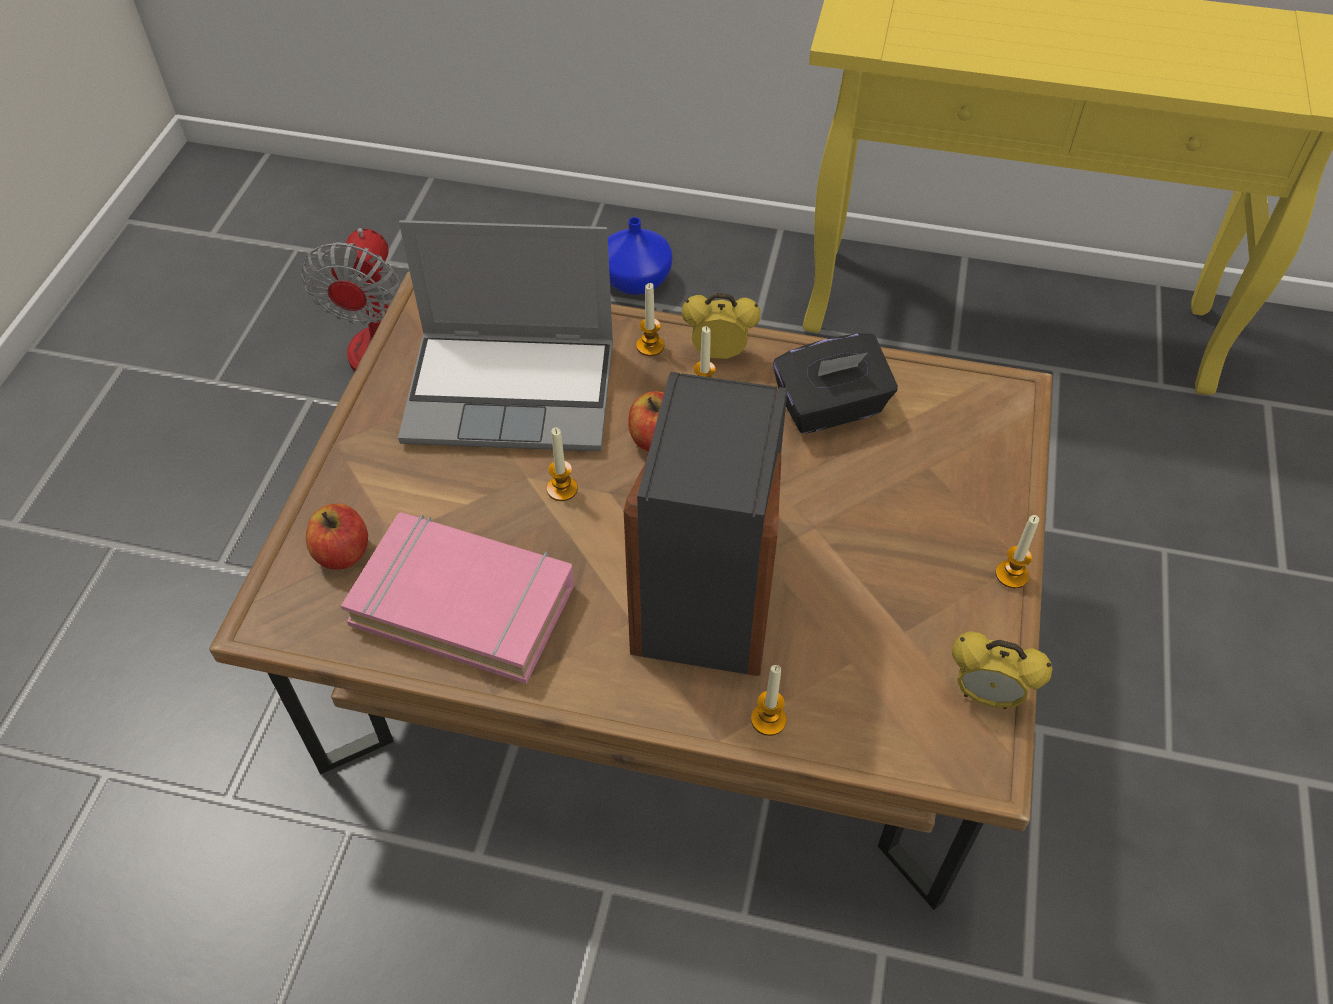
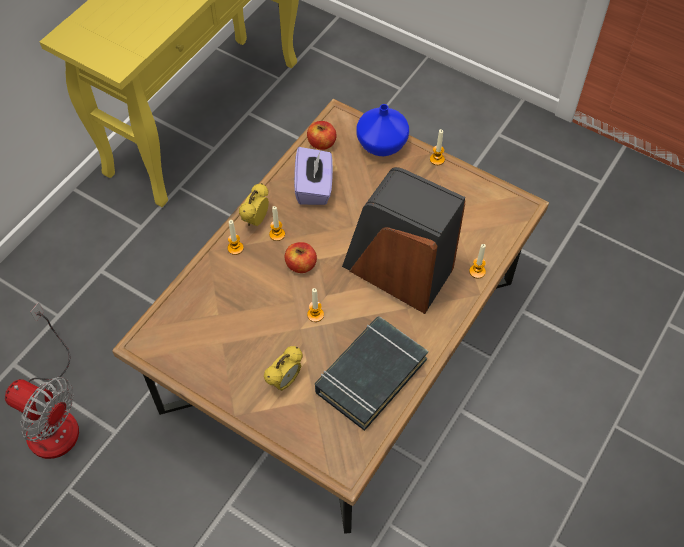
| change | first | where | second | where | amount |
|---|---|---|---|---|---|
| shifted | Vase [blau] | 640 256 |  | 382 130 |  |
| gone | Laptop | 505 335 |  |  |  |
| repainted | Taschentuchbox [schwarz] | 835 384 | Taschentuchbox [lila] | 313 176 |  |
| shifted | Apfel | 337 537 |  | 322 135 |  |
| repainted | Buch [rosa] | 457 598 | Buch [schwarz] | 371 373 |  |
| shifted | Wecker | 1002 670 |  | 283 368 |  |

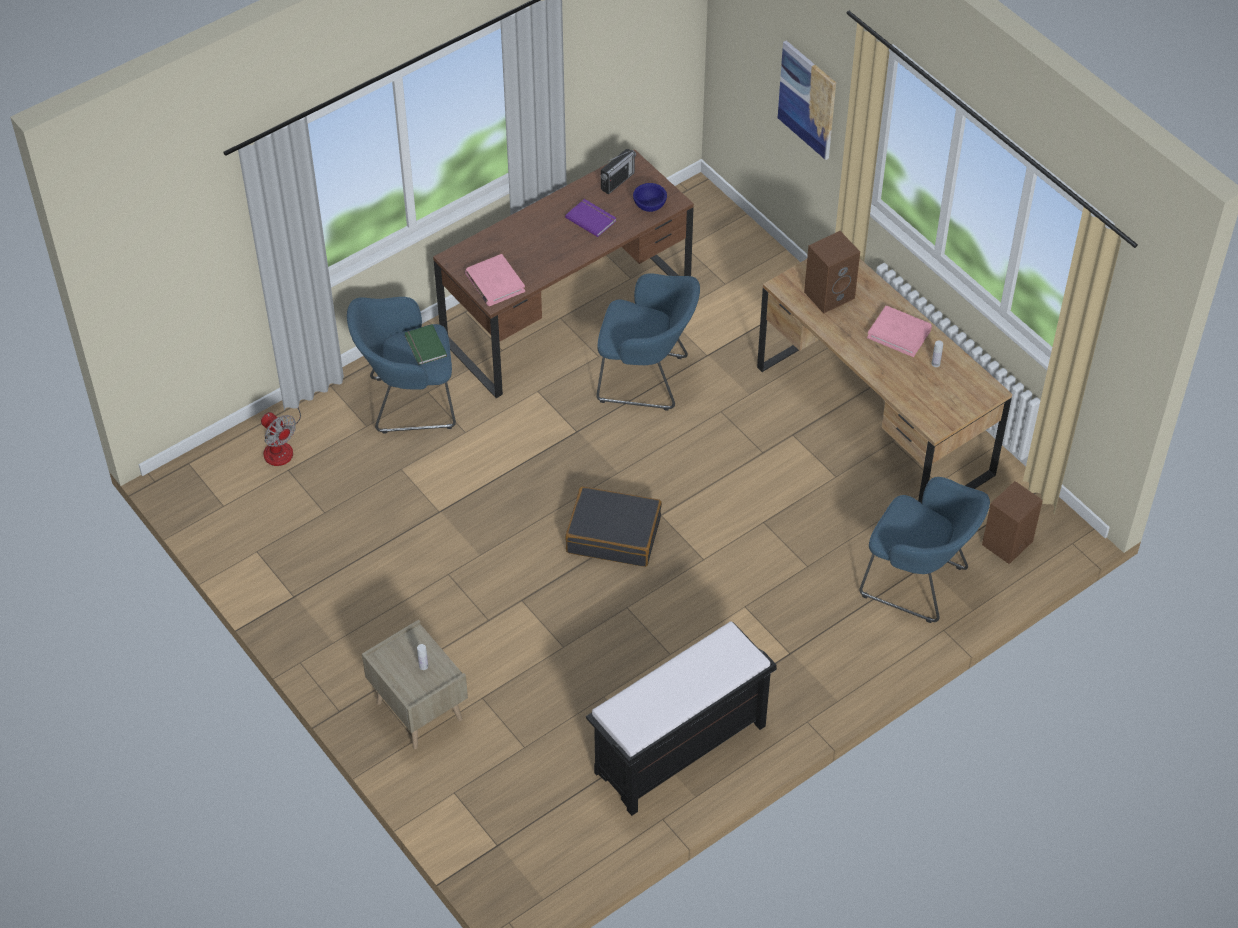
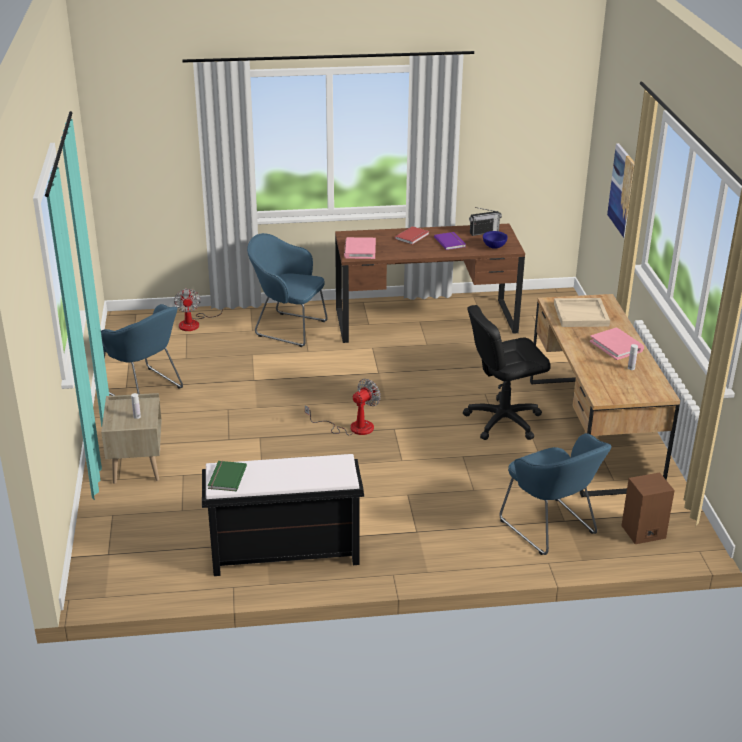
| change | first | where | second | where | amount |
|---|---|---|---|---|---|
| swapped | Lautsprecher [braun] | 832 272 | Tablett [beige] | 582 312 |  |
| shifted | Sessel [blau] | 648 342 |  | 142 350 |  |
| shifted | Buch [grün] | 426 345 |  | 227 476 |  |
| swapped | Koffer [schwarz] | 613 527 | Ventilator | 343 407 |  |
| new |  |  | Buch [rot] | 412 235 |  |
| new |  |  | Bürostuhl [schwarz] | 507 372 |  |

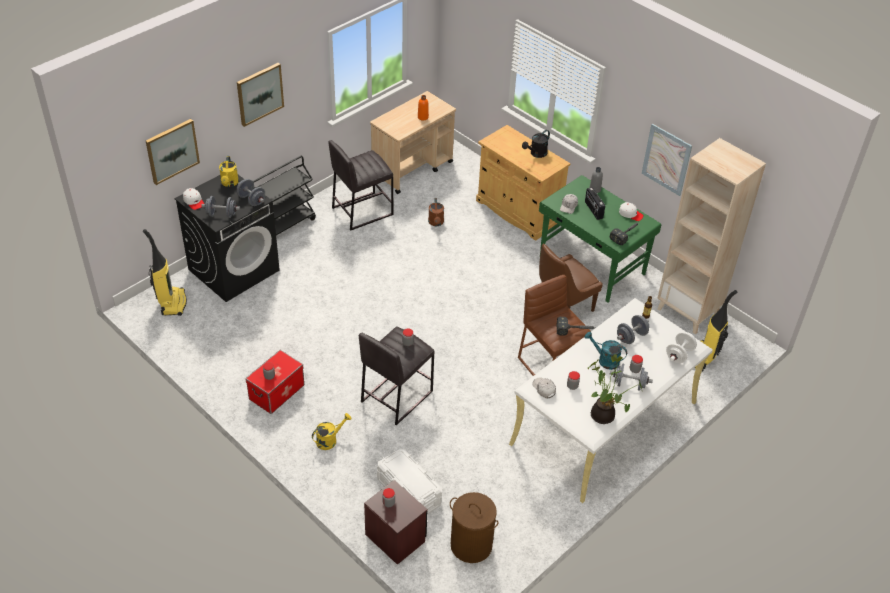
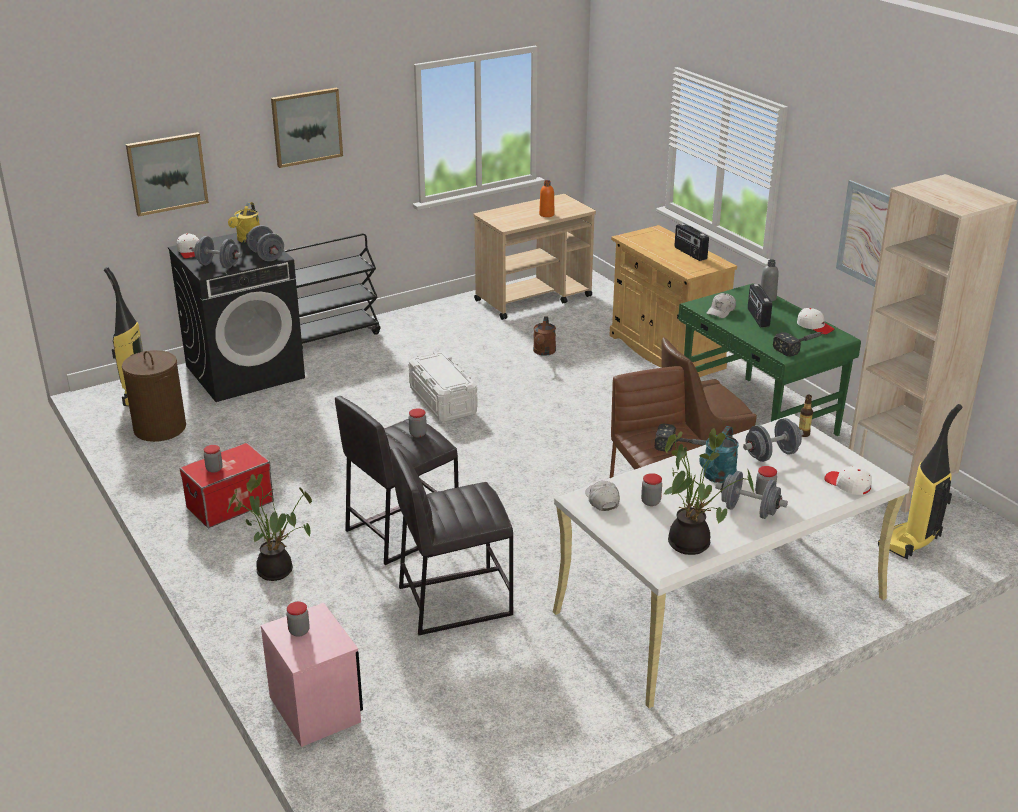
| change | first | where | second | where | amount |
|---|---|---|---|---|---|
| swapped | Gießkanne [schwarz] | 536 144 | Radio | 692 242 |  |
| shifted | Hocker [grau] | 361 185 |  | 452 541 |  |
| rotated | Gießkanne [türkis] | 606 351 |  | 719 454 | 105 degrees counterclockwise |
| swapped | Hantel [weiß] | 681 347 | Kappe [weiß] | 848 480 |  |
| swapped | Gießkanne [gelb] | 332 431 | Topfpflanze | 269 527 |  |
| shifted | Aufbewahrungsbox [weiß] | 409 481 |  | 443 387 |  |
| repainted | Nachttisch [braun] | 396 522 | Nachttisch [rosa] | 312 675 |  |
| shifted | Wäschekorb [braun] | 474 527 |  | 154 396 |  |

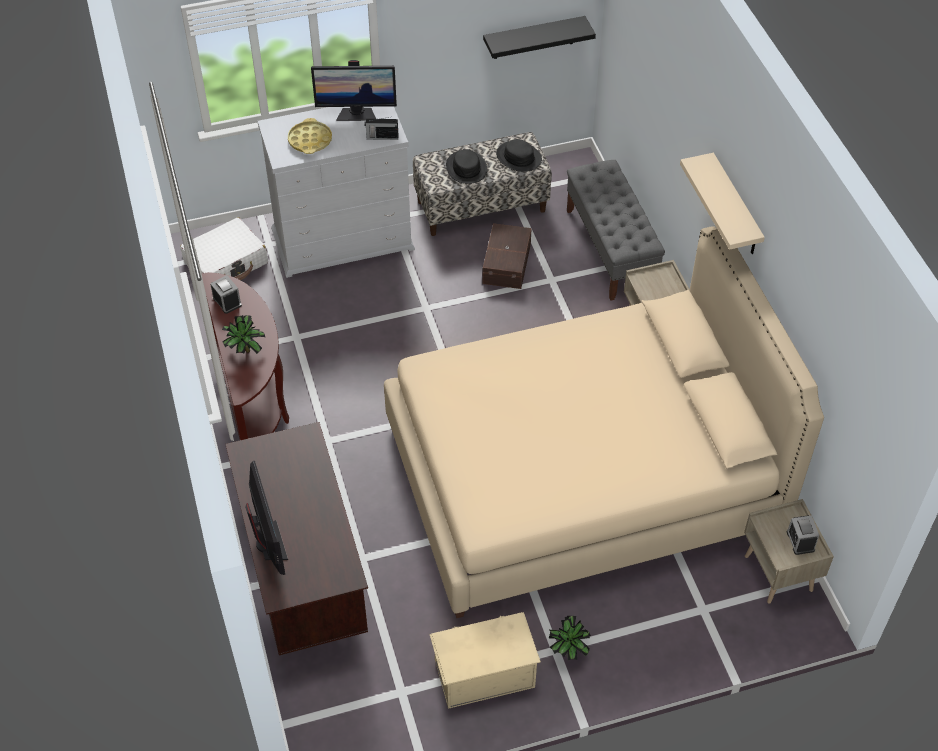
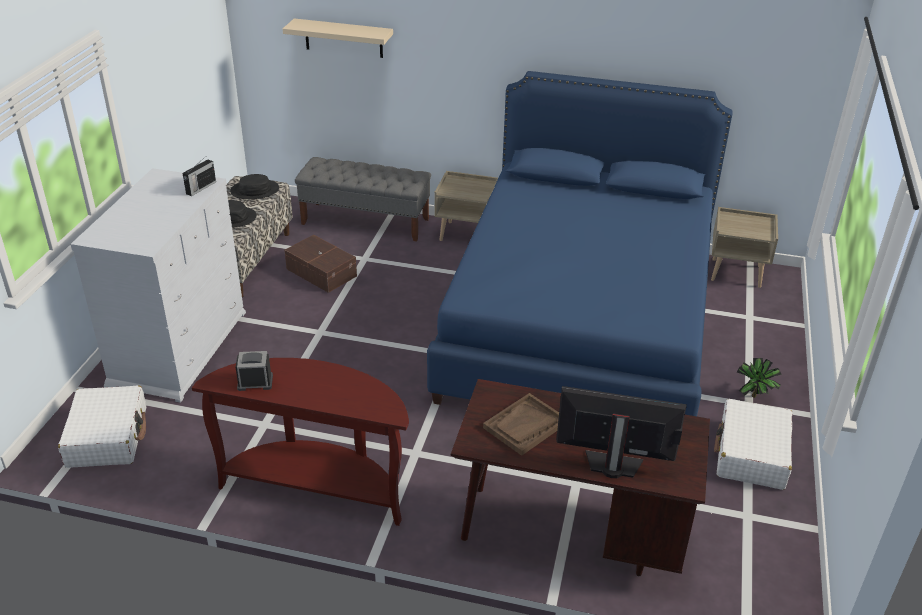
| change | first | where | second | where | amount |
|---|---|---|---|---|---|
| gone | Wandregal [schwarz] | 539 37 |  |  |  |
| gone | Monitor | 354 90 |  |  |  |
| gone | Tablett [gelb] | 310 136 |  |  |  |
| shifted | Wandregal [beige] | 722 203 |  | 338 38 |  |
| repainted | Bett [beige] | 604 422 | Bett [blau] | 580 243 |  |
| gone | Topfpflanze | 243 334 |  |  |  |
| gone | Wecker | 803 535 |  |  |  |
| swapped | Aufbewahrungsbox [beige] | 485 660 | Koffer [weiß] | 753 444 |  |
| new |  |  | Tablett [braun] | 521 424 |  |

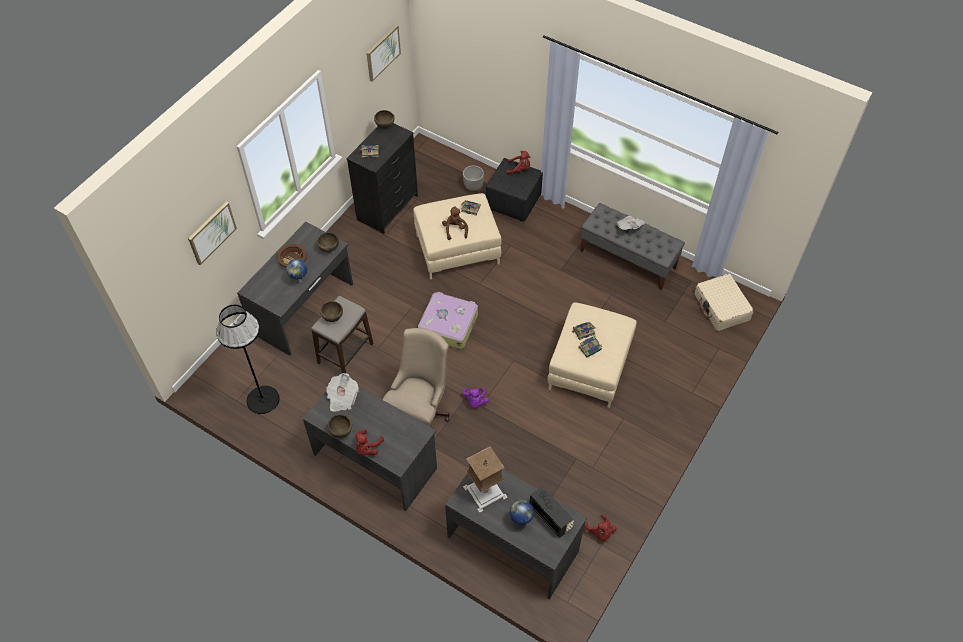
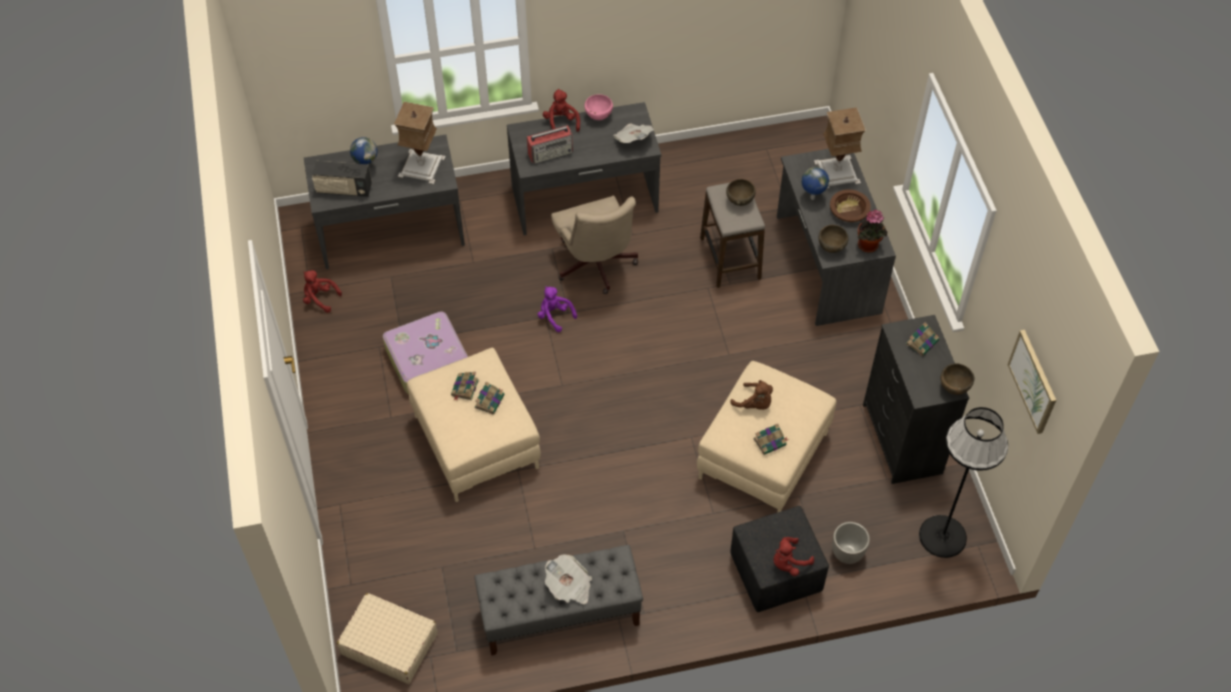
| change | first | where | second | where | amount |
|---|---|---|---|---|---|
| gone | Bild | 212 233 |  |  |  |
| shifted | Koffer | 448 320 |  | 425 352 |  |
| shifted | Stehlampe [schwarz] | 247 359 |  | 963 482 |  |
| repainted | Schüssel [braun] | 340 426 | Schüssel [rosa] | 598 107 |  |
| new |  |  | Tischlampe | 840 148 |  |
| new |  |  | Radio | 550 144 |  |
| new |  |  | Topfpflanze | 872 231 |  |

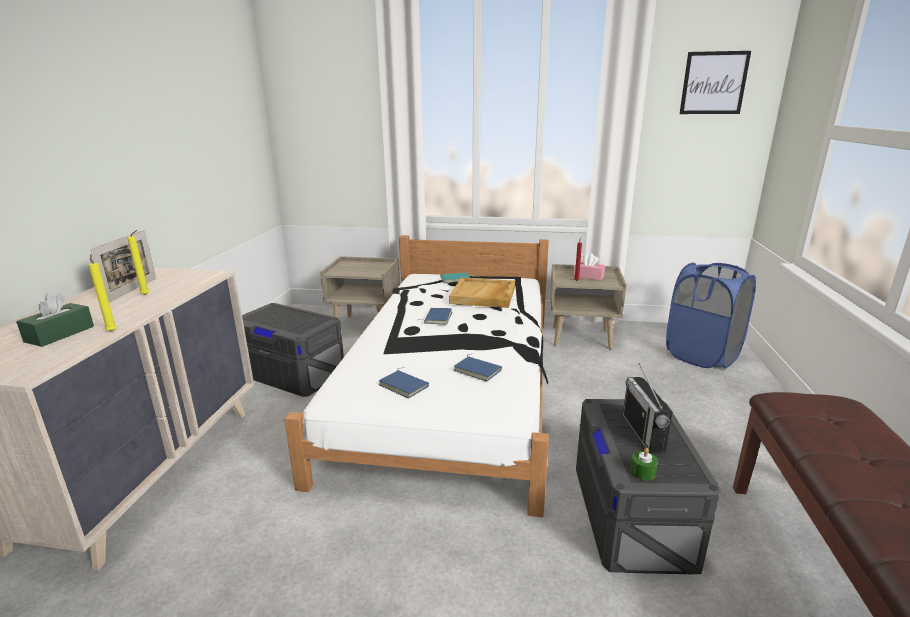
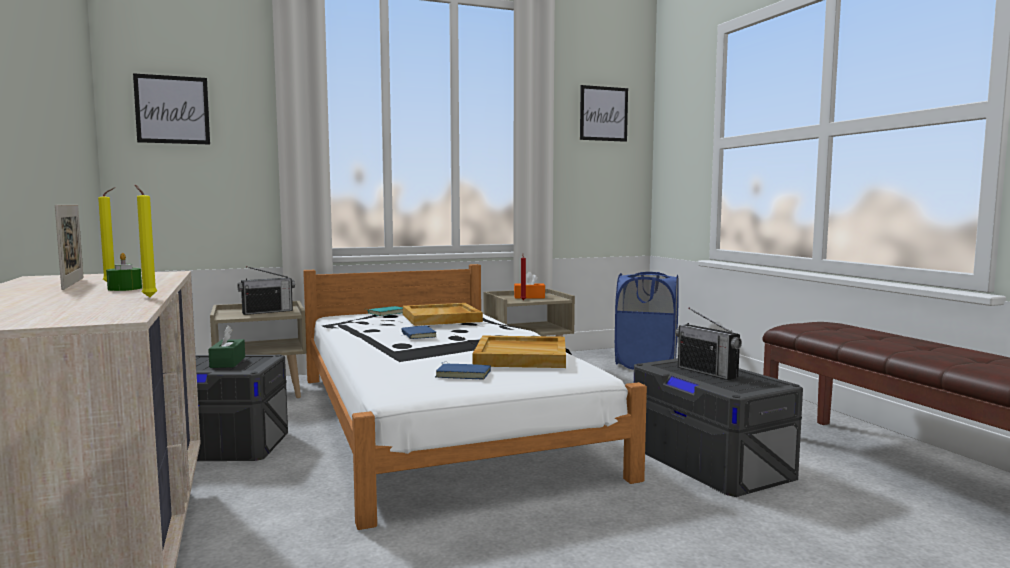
| change | first | where | second | where | amount |
|---|---|---|---|---|---|
| repainted | Taschentuchbox [rosa] | 589 267 | Taschentuchbox [orange] | 529 285 |  |
| shifted | Taschentuchbox [grün] | 55 320 |  | 226 347 |  |
| swapped | Buch [blau] | 478 368 | Tablett [beige] | 519 352 |  |
| shifted | Kerze [grün] | 644 464 |  | 124 272 |  |
| new |  |  | Bild | 171 109 |  |
| new |  |  | Radio | 266 290 |  |

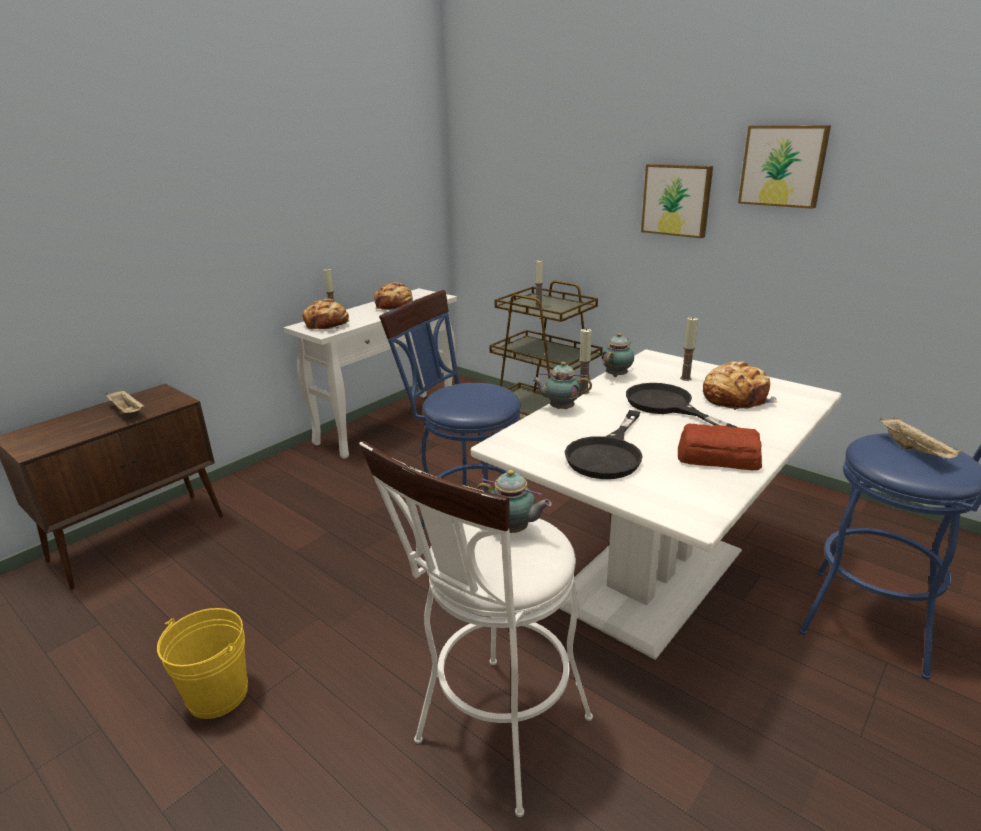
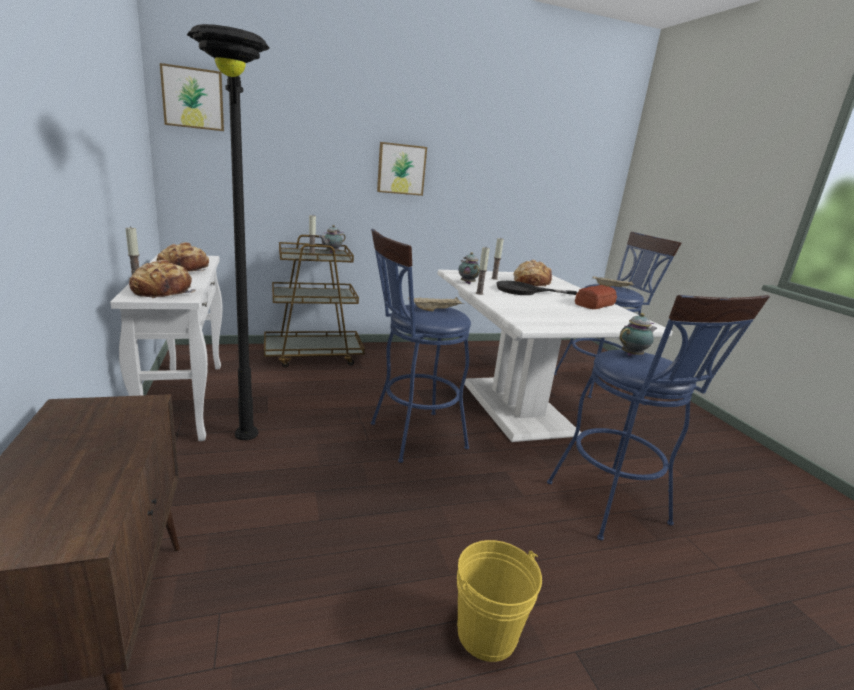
| change | first | where | second | where | amount |
|---|---|---|---|---|---|
| shifted | Bild | 784 167 |  | 192 97 |  |
| shifted | Teekanne | 562 385 |  | 332 239 |  |
| shifted | Tablett [beige] | 125 401 |  | 436 304 |  |
| gone | Pfanne [schwarz] | 604 444 |  |  |  |
| repainted | Hocker [weiß] | 476 629 | Hocker [blau] | 658 417 |  |
| new |  |  | Stehlampe [schwarz] | 228 232 |  |

